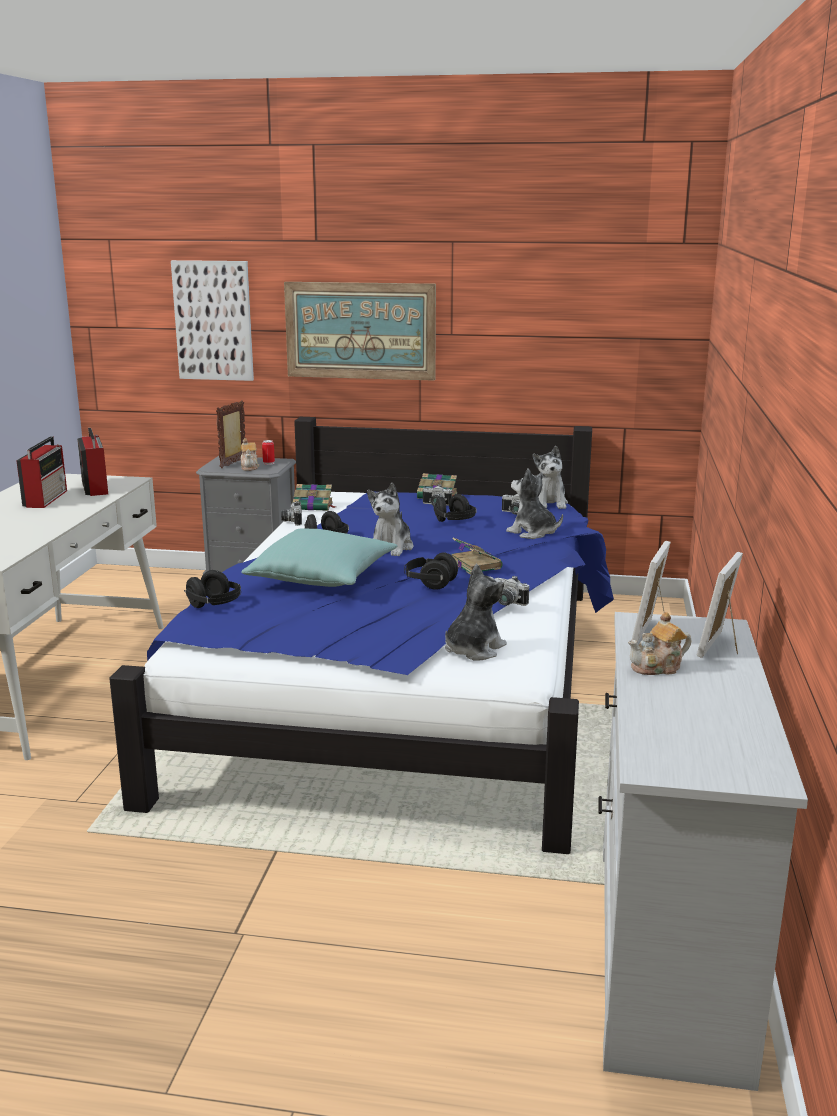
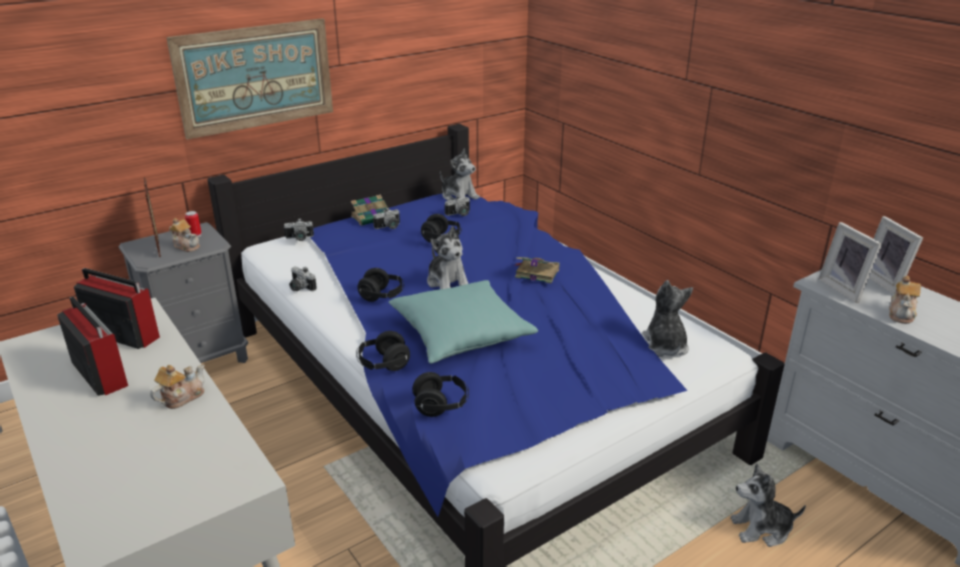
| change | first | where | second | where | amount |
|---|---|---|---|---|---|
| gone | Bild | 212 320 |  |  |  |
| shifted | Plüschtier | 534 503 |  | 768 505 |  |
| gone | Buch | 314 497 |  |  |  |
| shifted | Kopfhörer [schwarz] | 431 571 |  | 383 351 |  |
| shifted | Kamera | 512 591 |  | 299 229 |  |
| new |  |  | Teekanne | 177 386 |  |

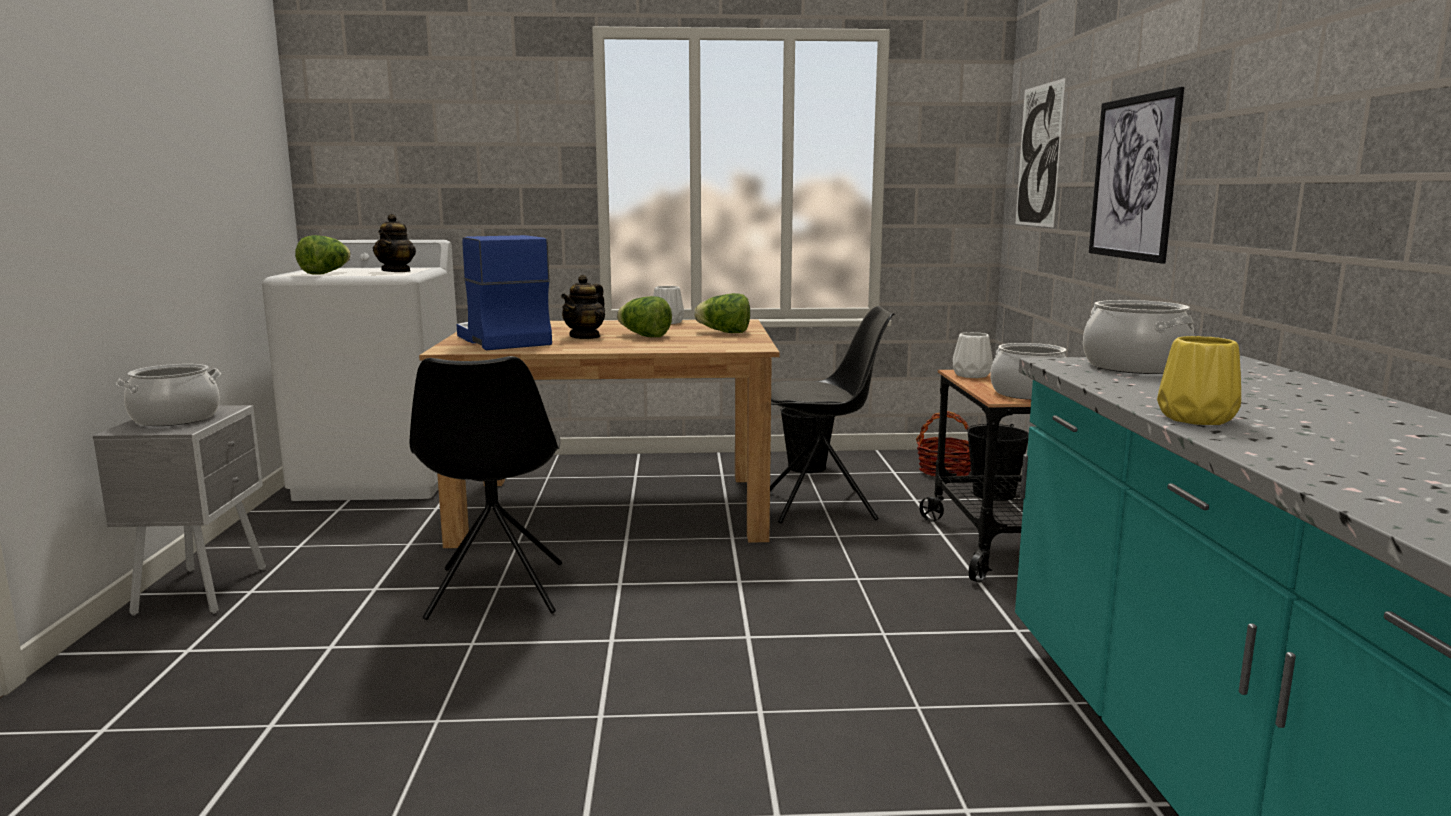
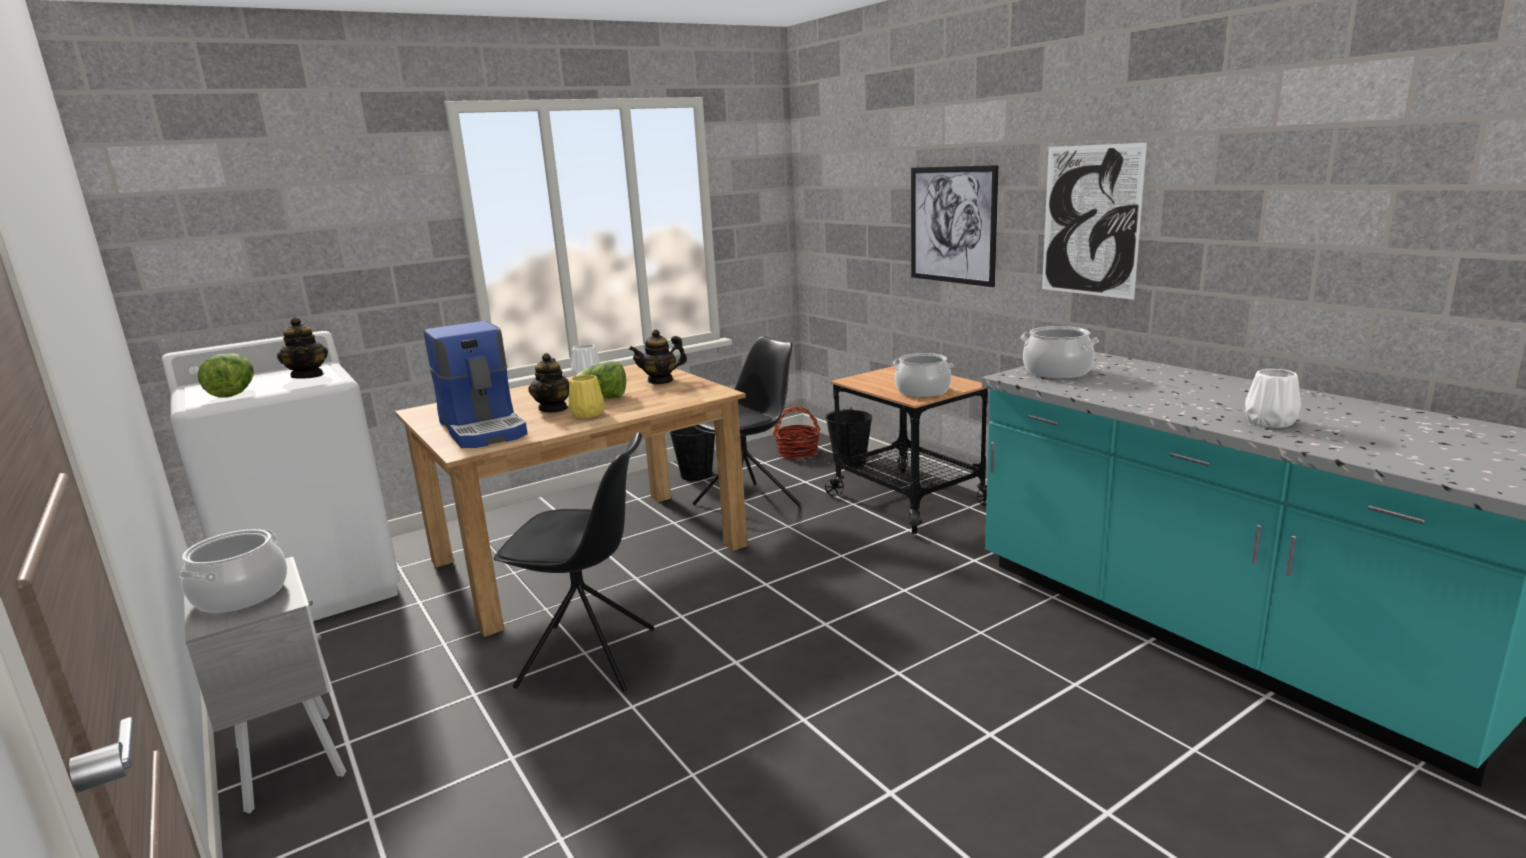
| change | first | where | second | where | amount |
|---|---|---|---|---|---|
| shifted | Bild | 1041 152 |  | 1094 221 |  |
| rotated | Kaffeemaschine | 504 292 |  | 475 384 | 150 degrees counterclockwise |
| swapped | Salatkopf | 722 313 | Teekanne | 658 356 |  |
| shifted | Vase [weiß] | 973 355 |  | 1273 398 |  |
| shifted | Vase [gelb] | 1199 380 |  | 587 396 |  |
| rotated | Stuhl [schwarz] | 486 488 |  | 574 562 | 45 degrees counterclockwise |

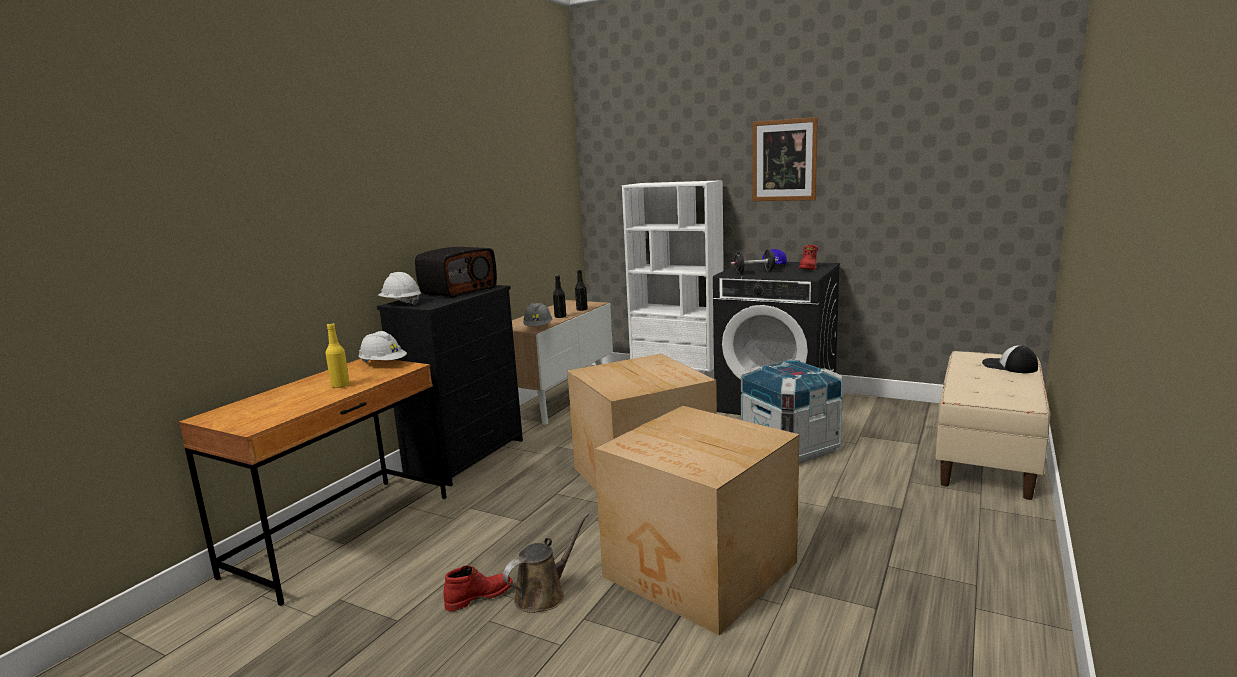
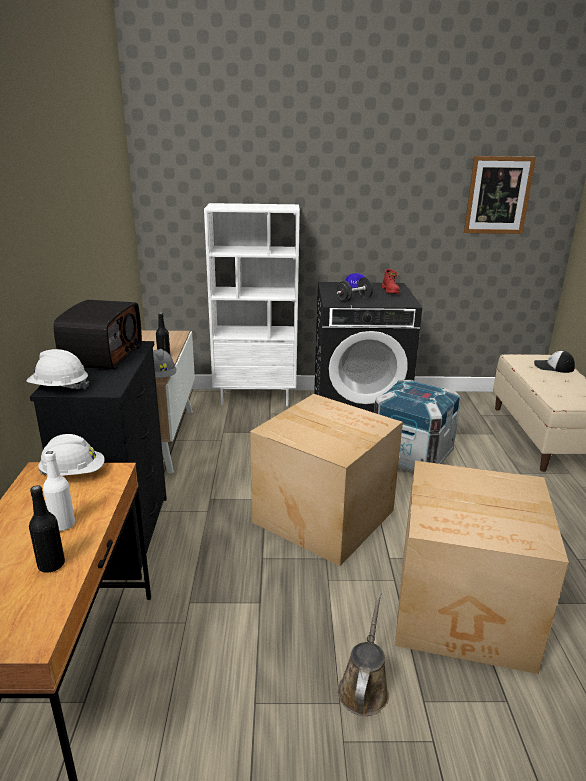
| change | first | where | second | where | amount |
|---|---|---|---|---|---|
| shifted | Bild | 785 159 |  | 500 195 |  |
| shifted | Flasche [schwarz] | 581 290 |  | 47 529 |  |
| repainted | Flasche [gelb] | 337 355 | Flasche [weiß] | 59 491 |  |
| gone | Stiefel [rot] | 478 588 |  |  |  |

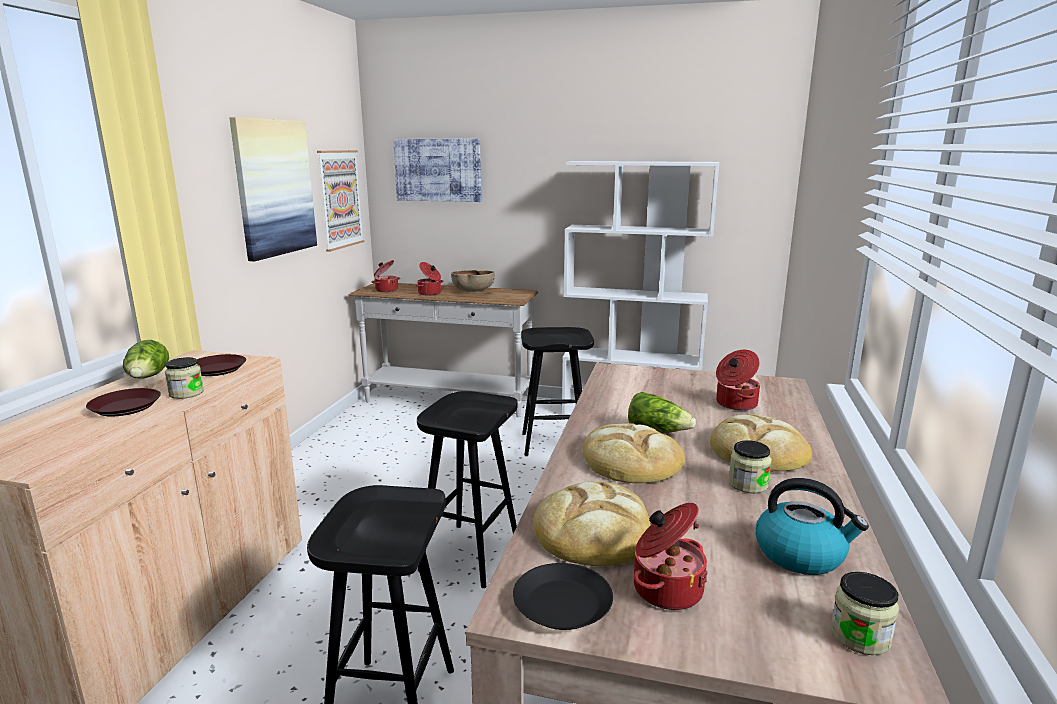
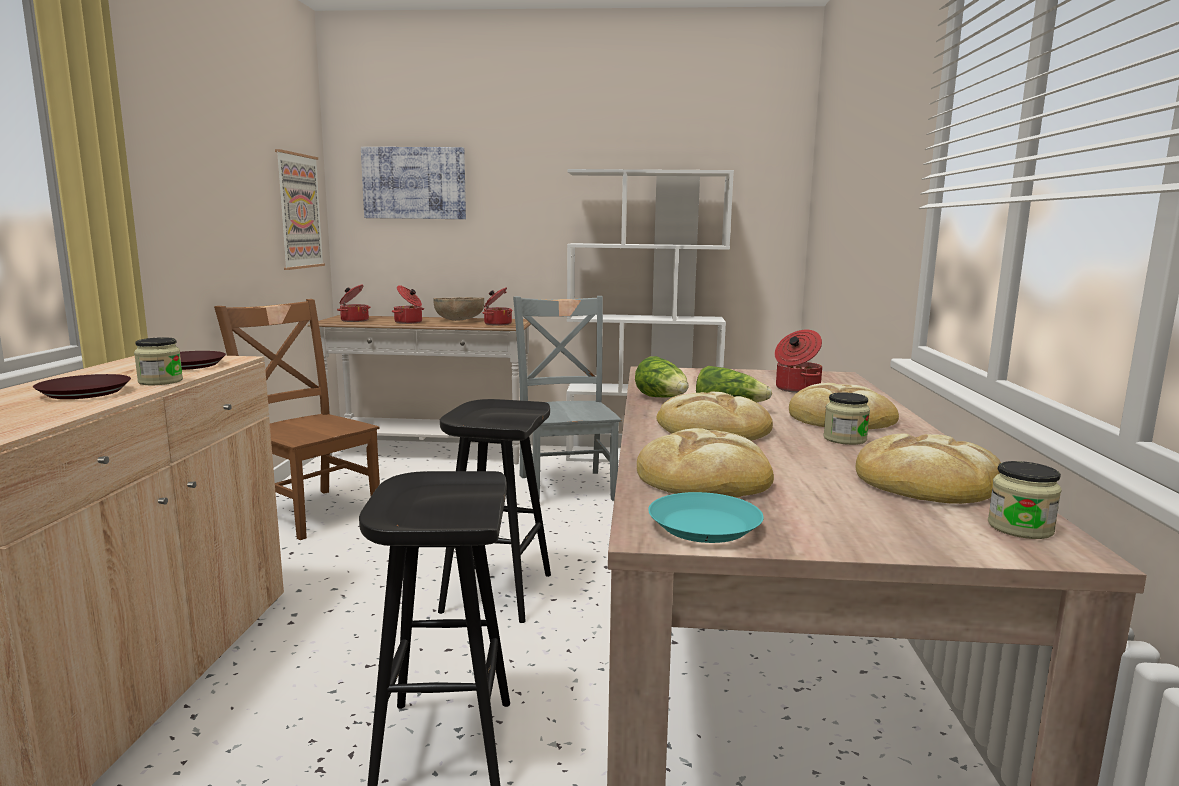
| change | first | where | second | where | amount |
|---|---|---|---|---|---|
| gone | Bild | 273 189 |  |  |  |
| swapped | Hocker [schwarz] | 557 391 | Stuhl [grau] | 567 398 |  |
| shifted | Salatkopf | 146 359 |  | 662 376 |  |
| swapped | Wasserkessel | 812 526 | Brot | 928 469 |  |
| shifted | Kochtopf | 671 556 |  | 497 306 |  |
| repainted | Teller [schwarz] | 563 596 | Teller [türkis] | 706 517 |  |
| new |  |  | Stuhl [braun] | 297 419 |  |

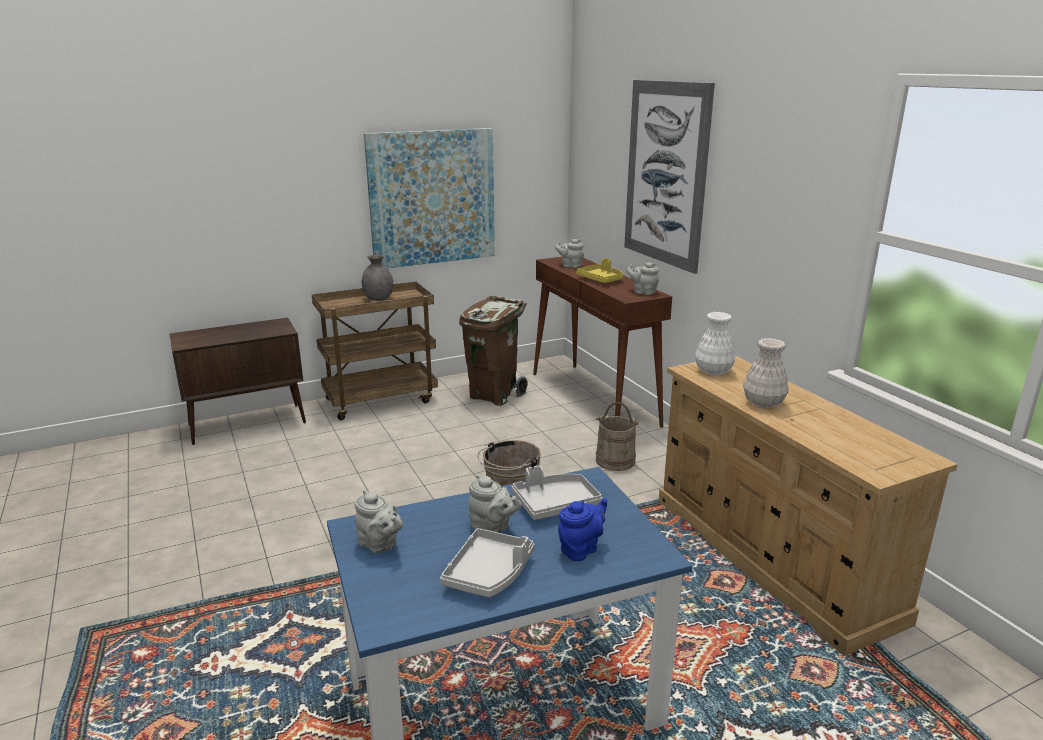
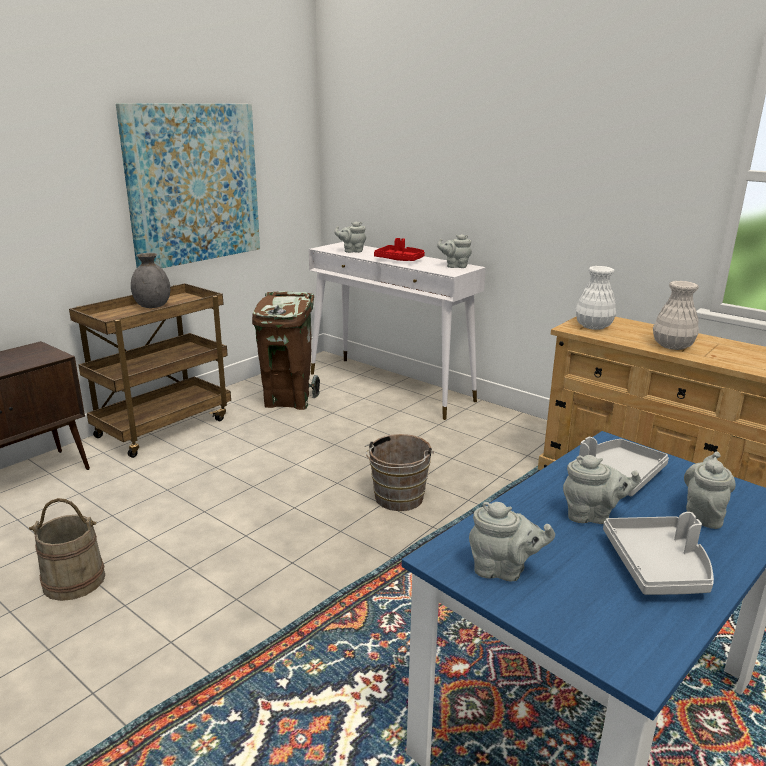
| change | first | where | second | where | amount |
|---|---|---|---|---|---|
| gone | Bild | 669 177 |  |  |  |
| repainted | Konsolentisch [braun] | 602 342 | Konsolentisch [weiß] | 397 331 |  |
| repainted | Tablett [gelb] | 599 270 | Tablett [rot] | 399 249 |  |
| shifted | Eimer [beige] | 617 436 |  | 67 549 |  |
| repainted | Teekanne [blau] | 583 529 | Teekanne [grau] | 710 490 |  |

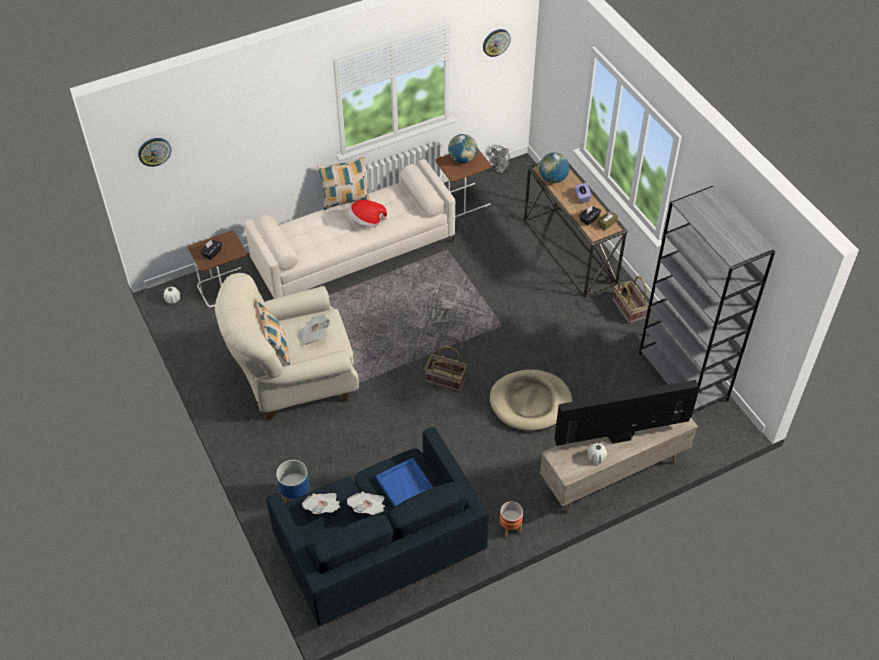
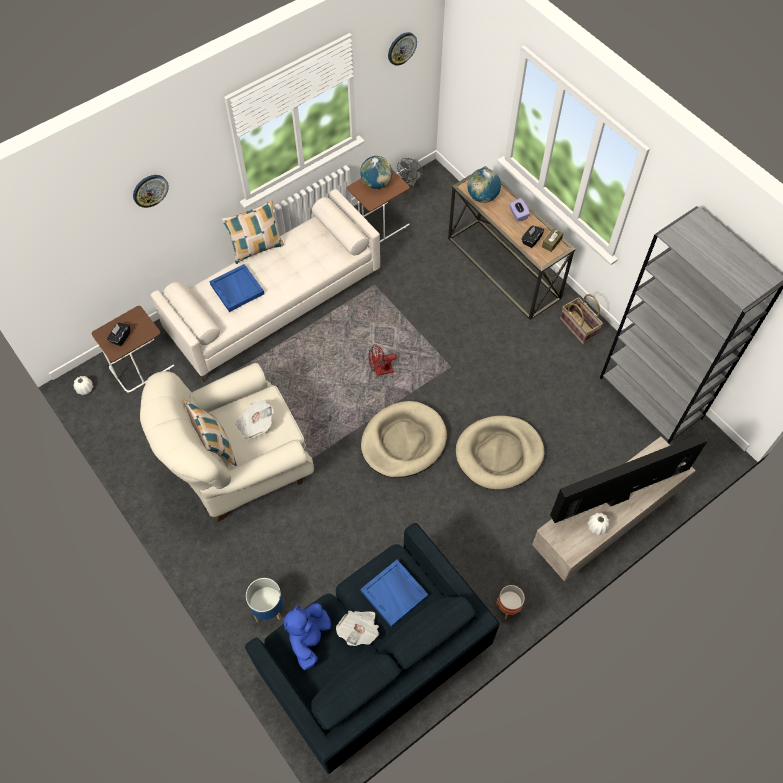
| change | first | where | second | where | amount |
|---|---|---|---|---|---|
| shifted | Wanduhr | 155 152 |  | 151 191 |  |
| gone | Hut | 367 214 |  |  |  |
| repainted | Ventilator [grau] | 440 308 | Ventilator [rot] | 383 360 |  |
| swapped | Korb | 446 369 | Hundebett [beige] | 404 439 |  |
| swapped | Zeitung | 321 503 | Plüschtier [blau] | 307 636 |  |
| new |  |  | Tablett [blau] | 236 288 |  |

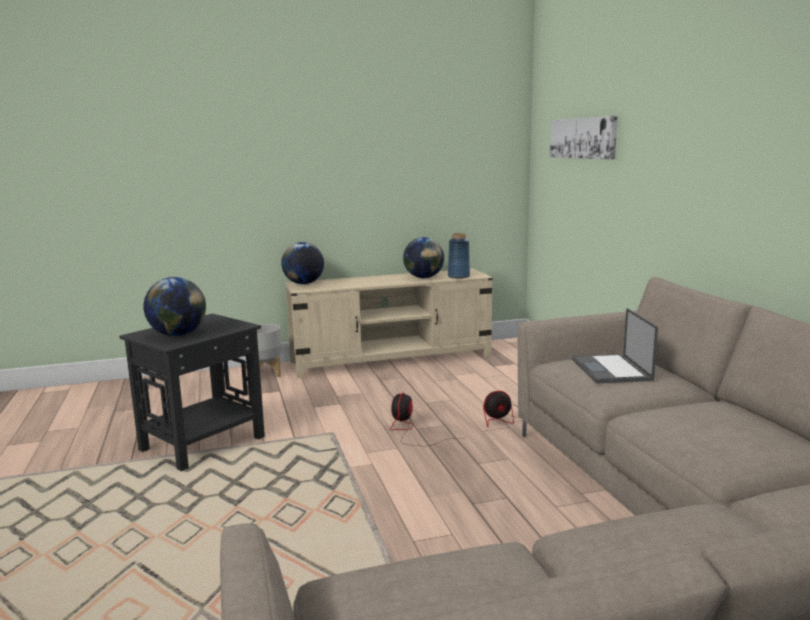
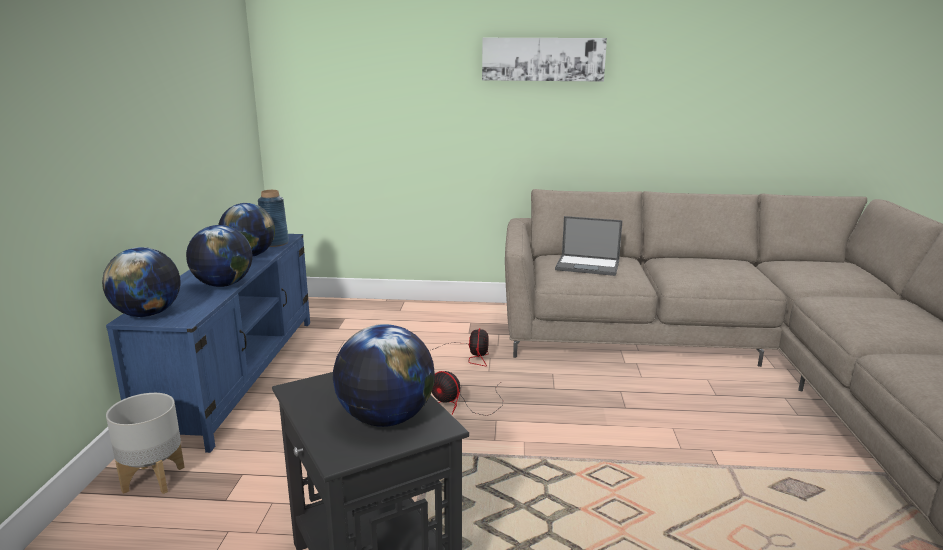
| change | first | where | second | where | amount |
|---|---|---|---|---|---|
| shifted | Bild | 583 137 |  | 544 60 |  |
| repainted | Fernsehschrank [beige] | 389 324 | Fernsehschrank [blau] | 208 343 |  |
| new |  |  | Globus | 219 256 |  |

